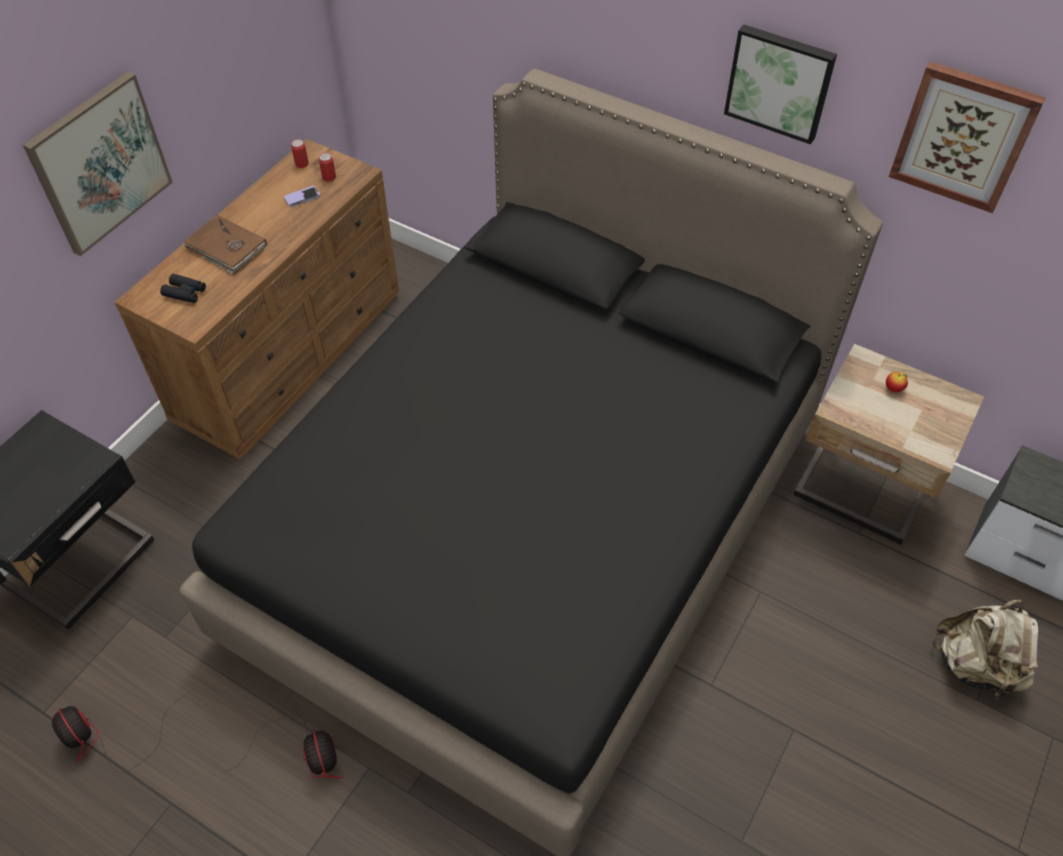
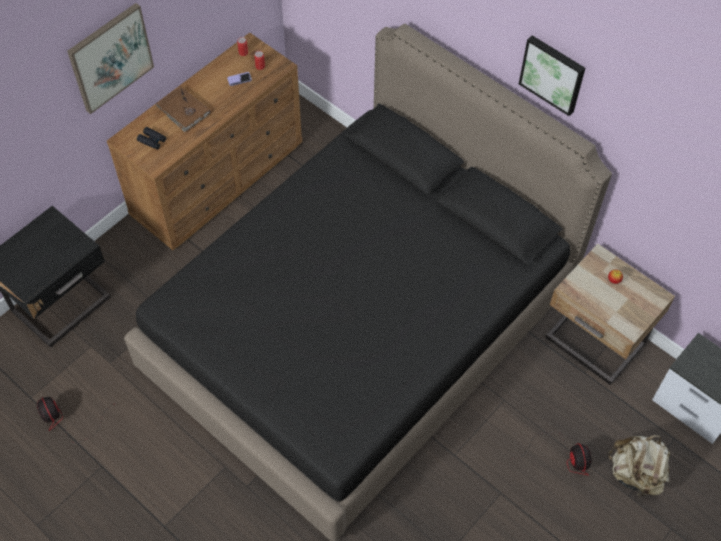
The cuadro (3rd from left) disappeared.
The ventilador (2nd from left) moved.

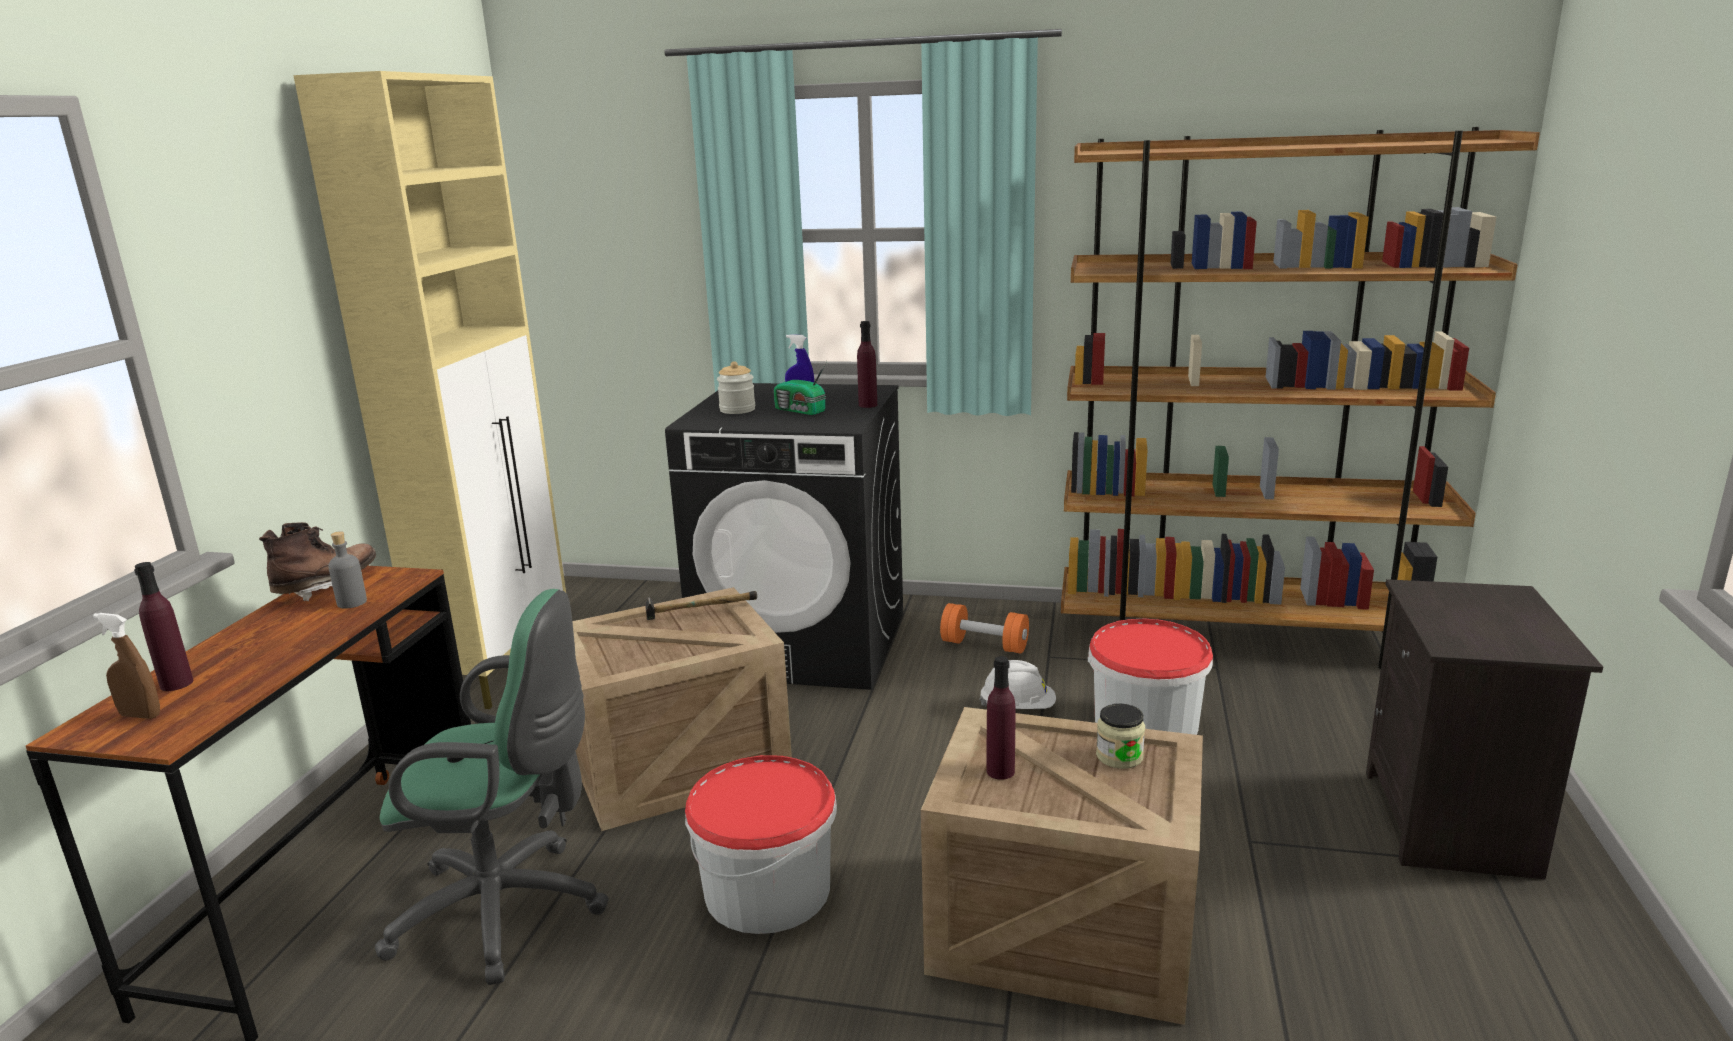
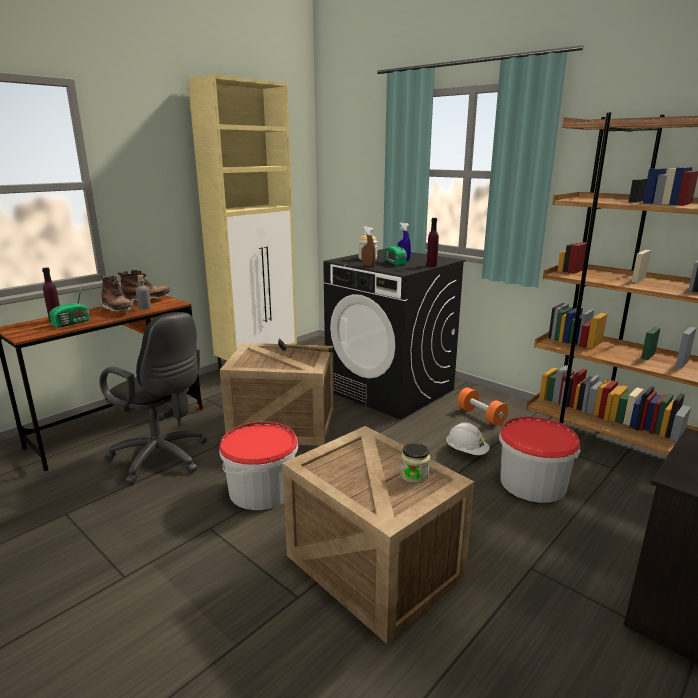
The botella (morado) (3rd from left) disappeared.
The radio (1st from left) appeared.
The bota (marrón) (1st from left) appeared.
The pulverizador (marrón) moved.
The silla de oficina (verde) became the silla de oficina (negro).

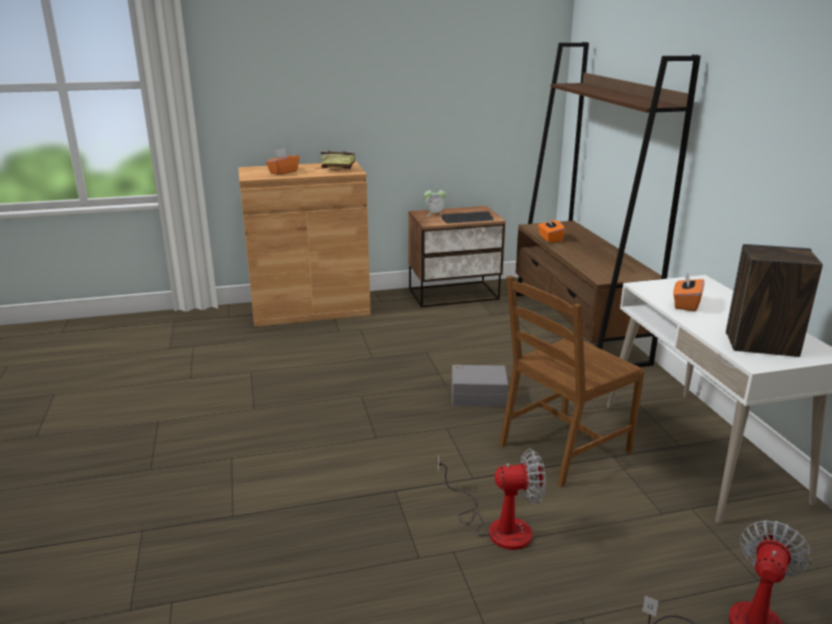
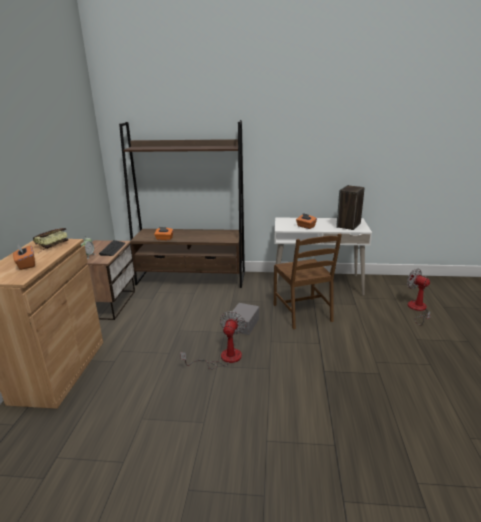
The ventilador (1st from left) moved.

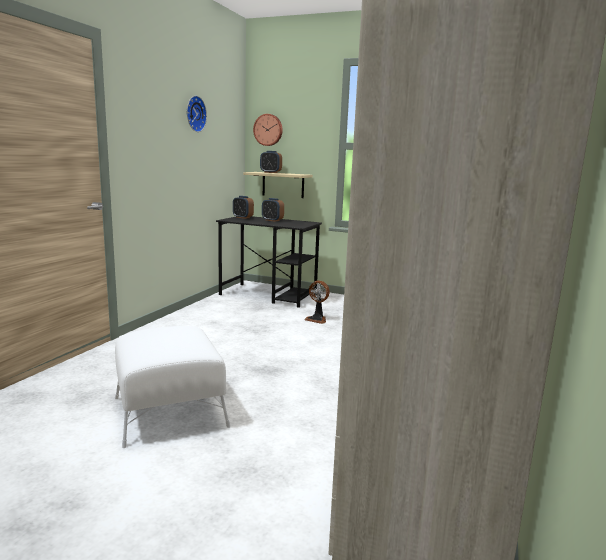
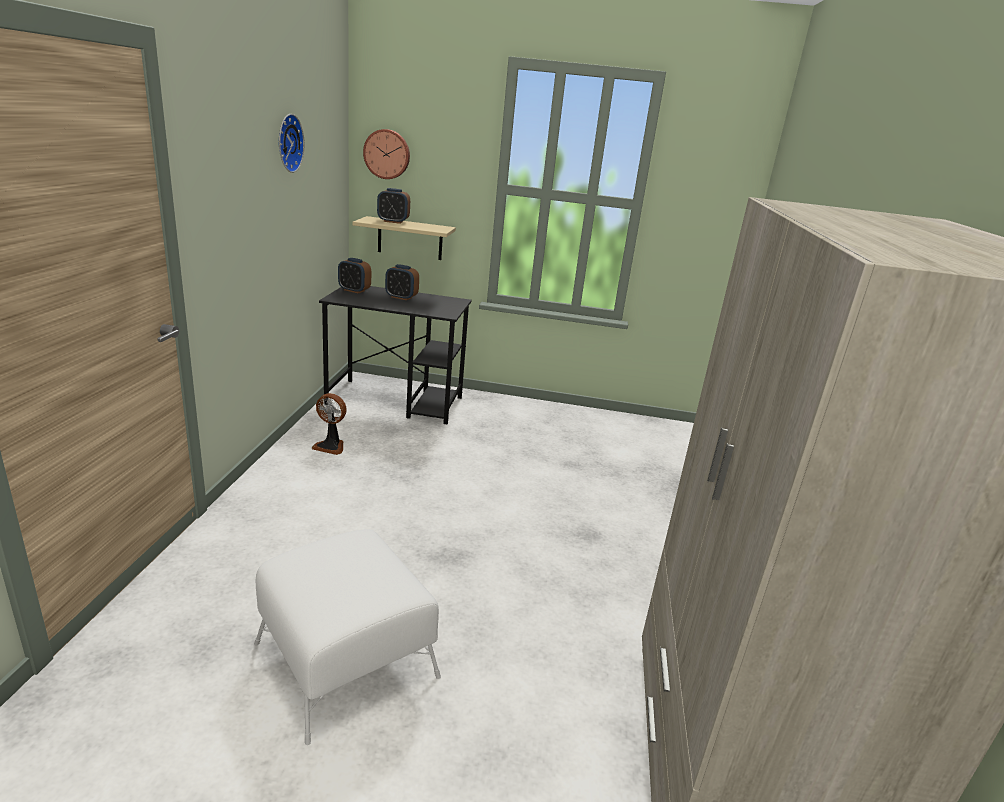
The ventilador moved.

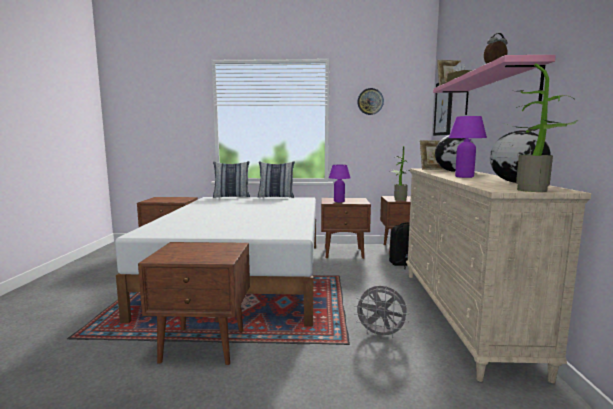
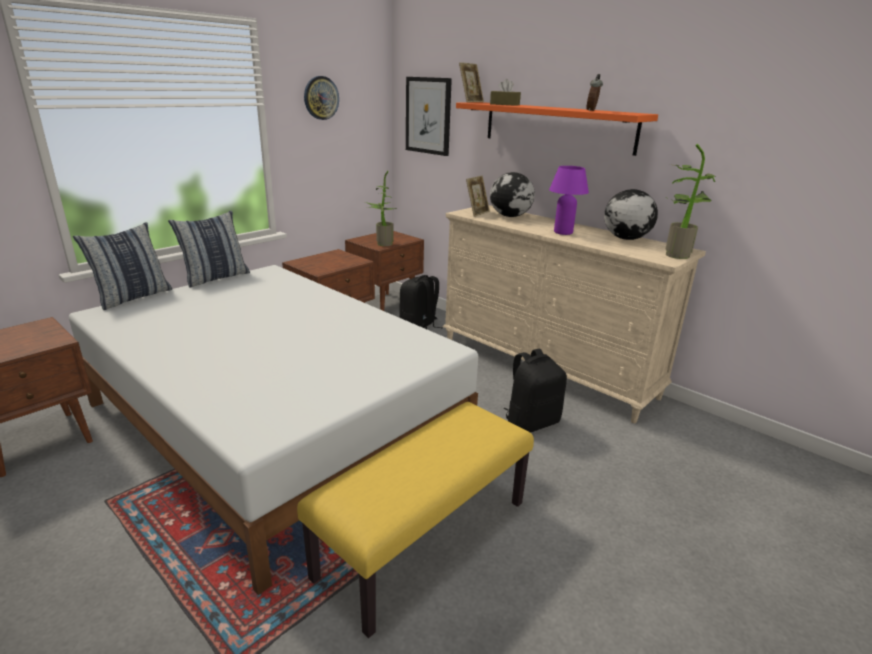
The lámpara de mesa (morado) (1st from left) disappeared.
The mesita de noche (marrón) (2nd from left) was replaced by the banco (amarillo).
The ventilador (gris) was replaced by the mochila (negro) (2nd from left).
The estante (rosa) became the estante (naranja).

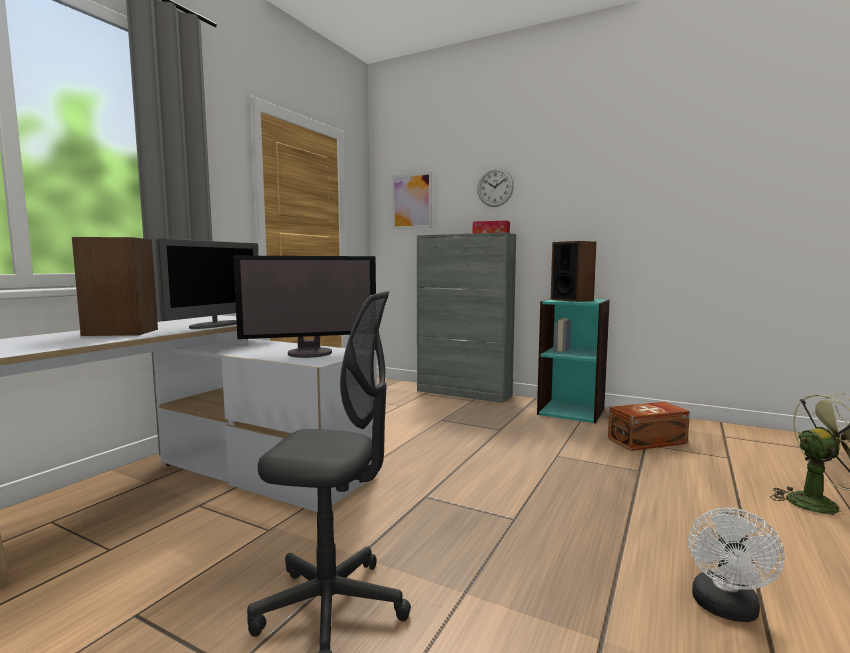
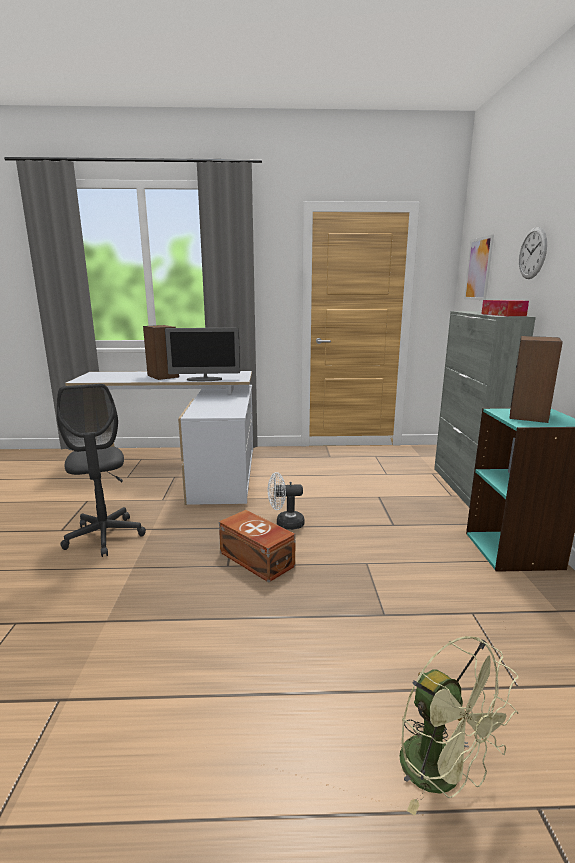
The monitor (2nd from left) disappeared.
The caja de almacenaje (marrón) moved.
The ventilador (blanco) moved.

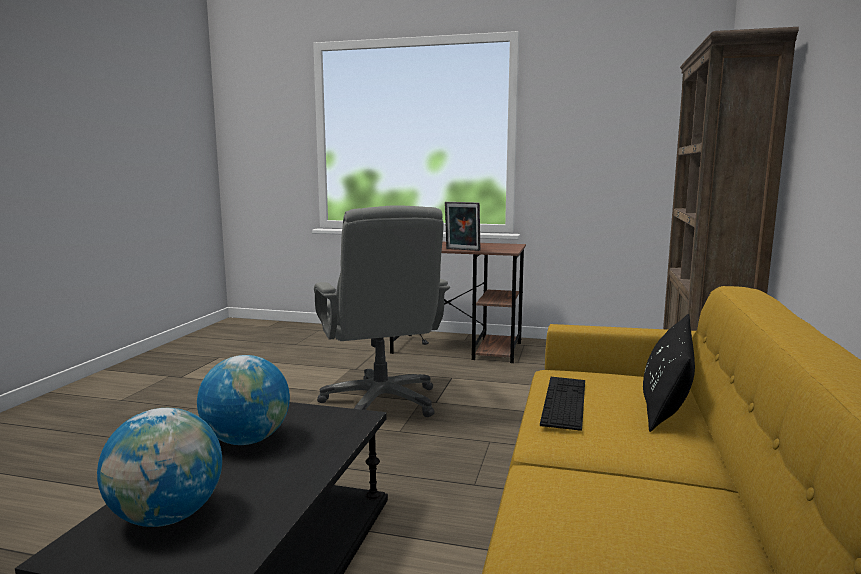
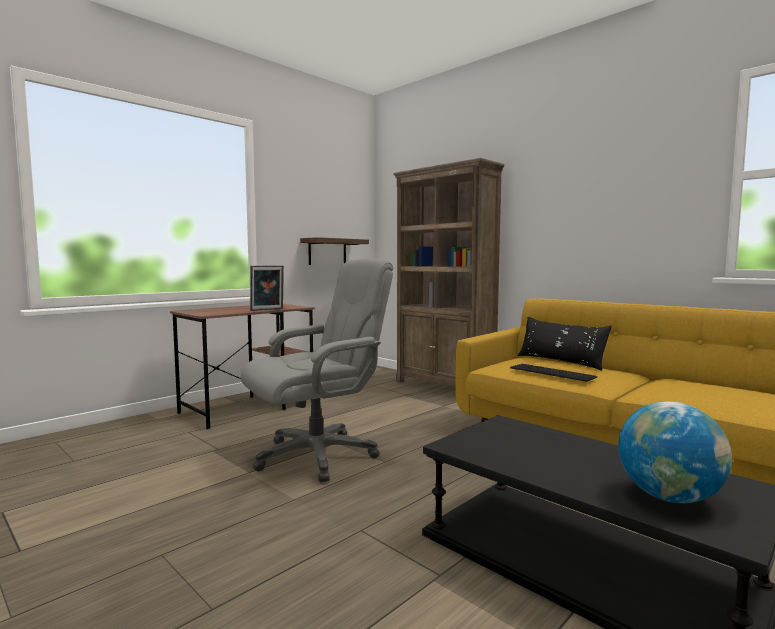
The globo terráqueo (2nd from left) disappeared.
The estante appeared.
The silla de oficina (gris) turned 45 degrees counterclockwise.

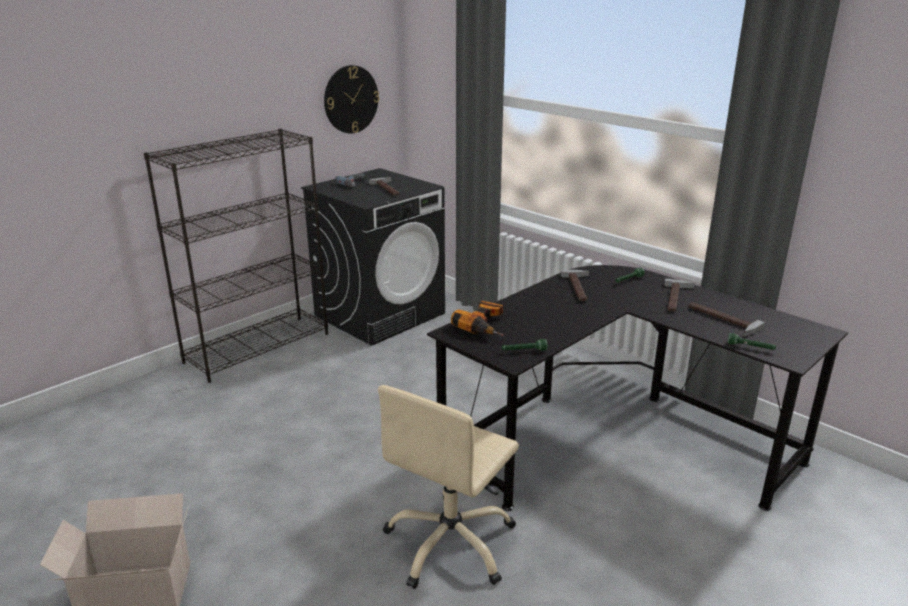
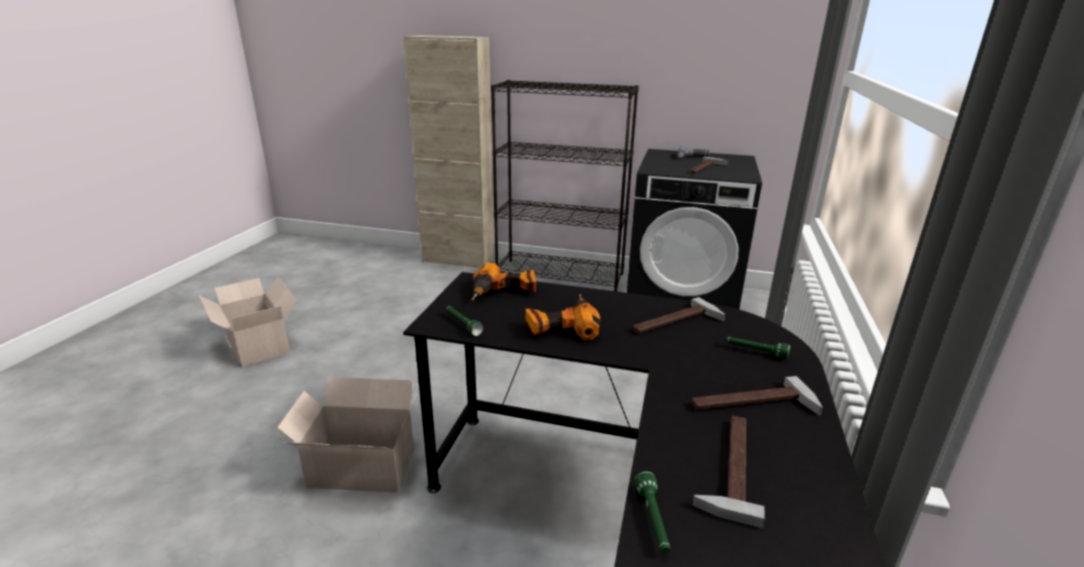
The reloj de pared disappeared.
The armario (beis) appeared.
The taladro (2nd from left) appeared.
The silla de oficina (beis) was replaced by the caja de cartón (2nd from left).

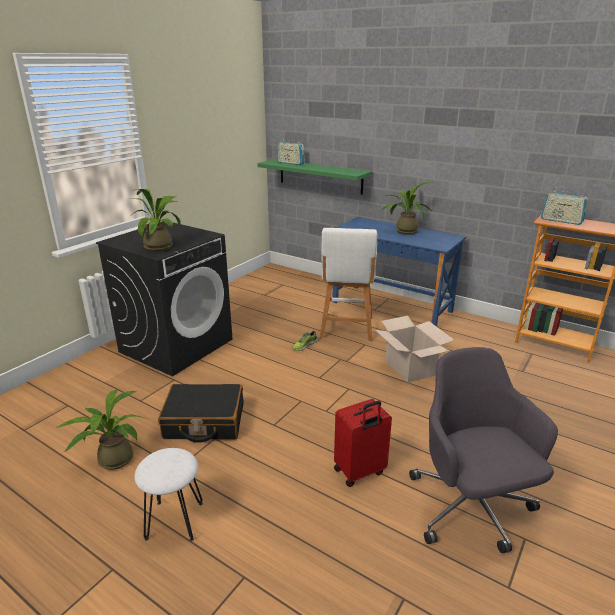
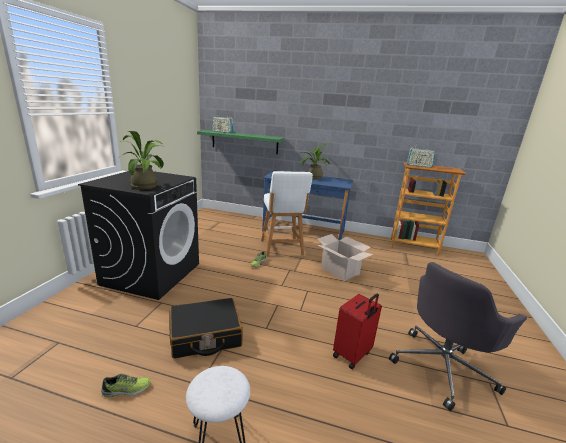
The planta en maceta (1st from left) was replaced by the zapato (1st from left).
The silla de oficina (gris) turned 90 degrees counterclockwise.

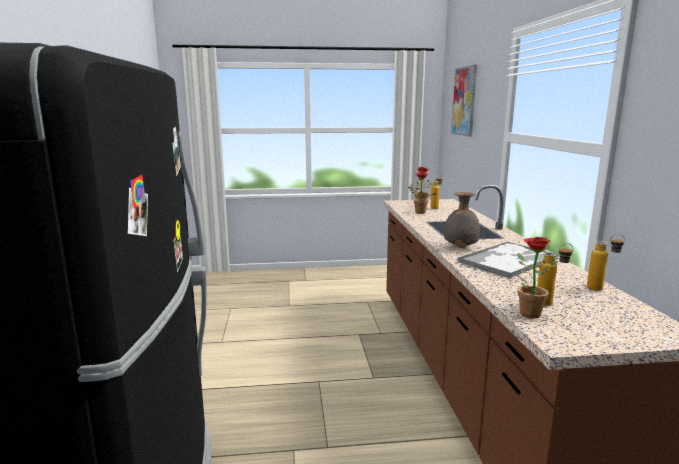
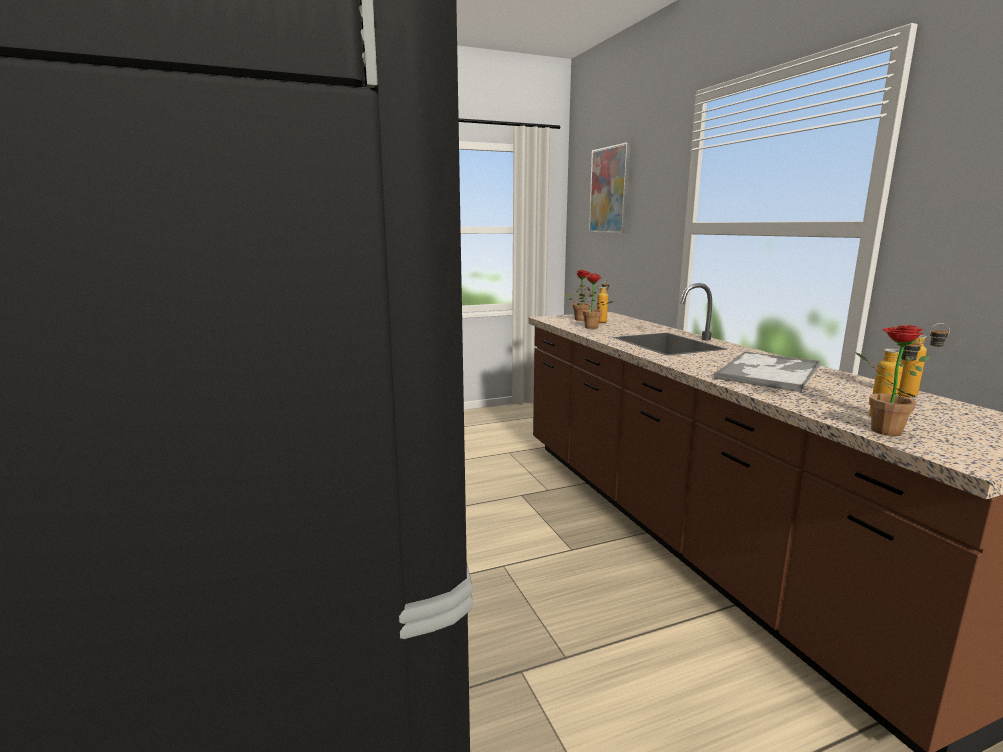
The florero (gris) disappeared.

